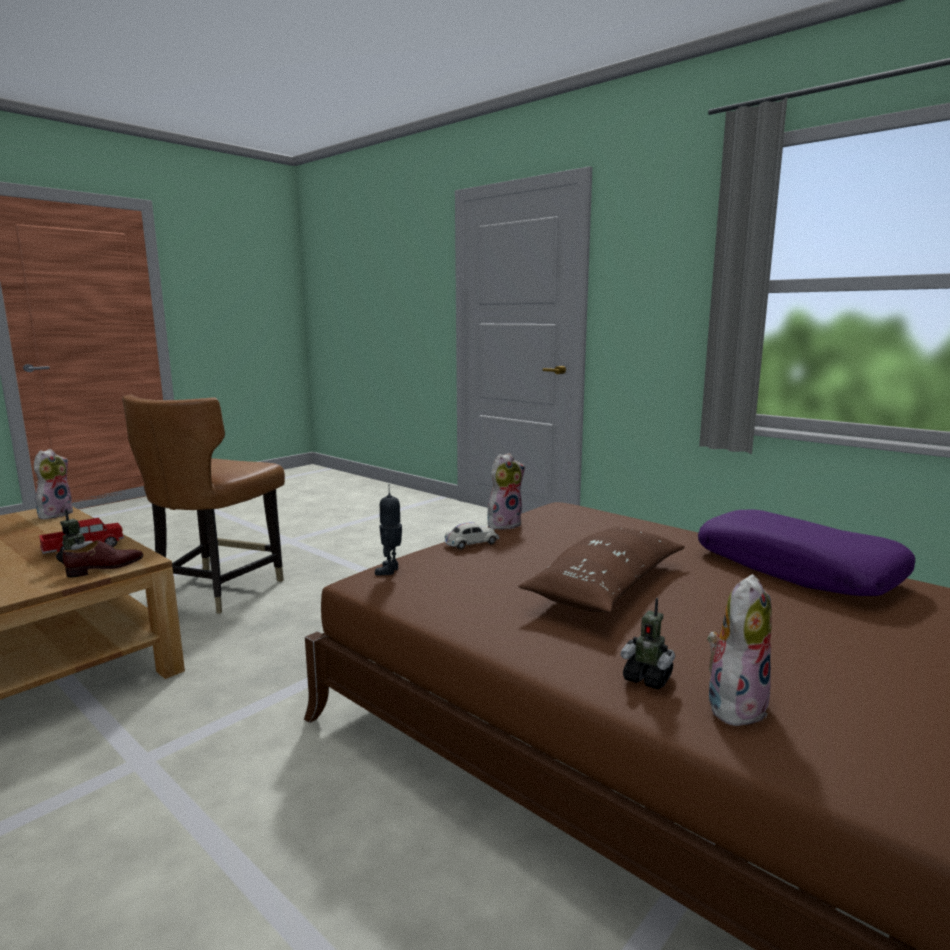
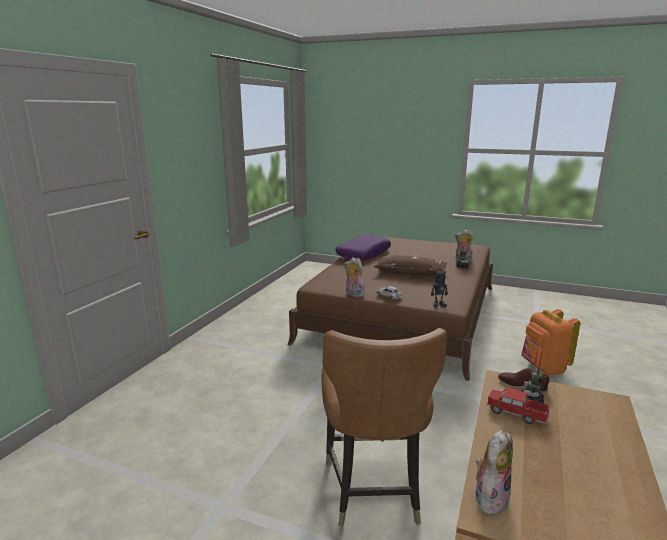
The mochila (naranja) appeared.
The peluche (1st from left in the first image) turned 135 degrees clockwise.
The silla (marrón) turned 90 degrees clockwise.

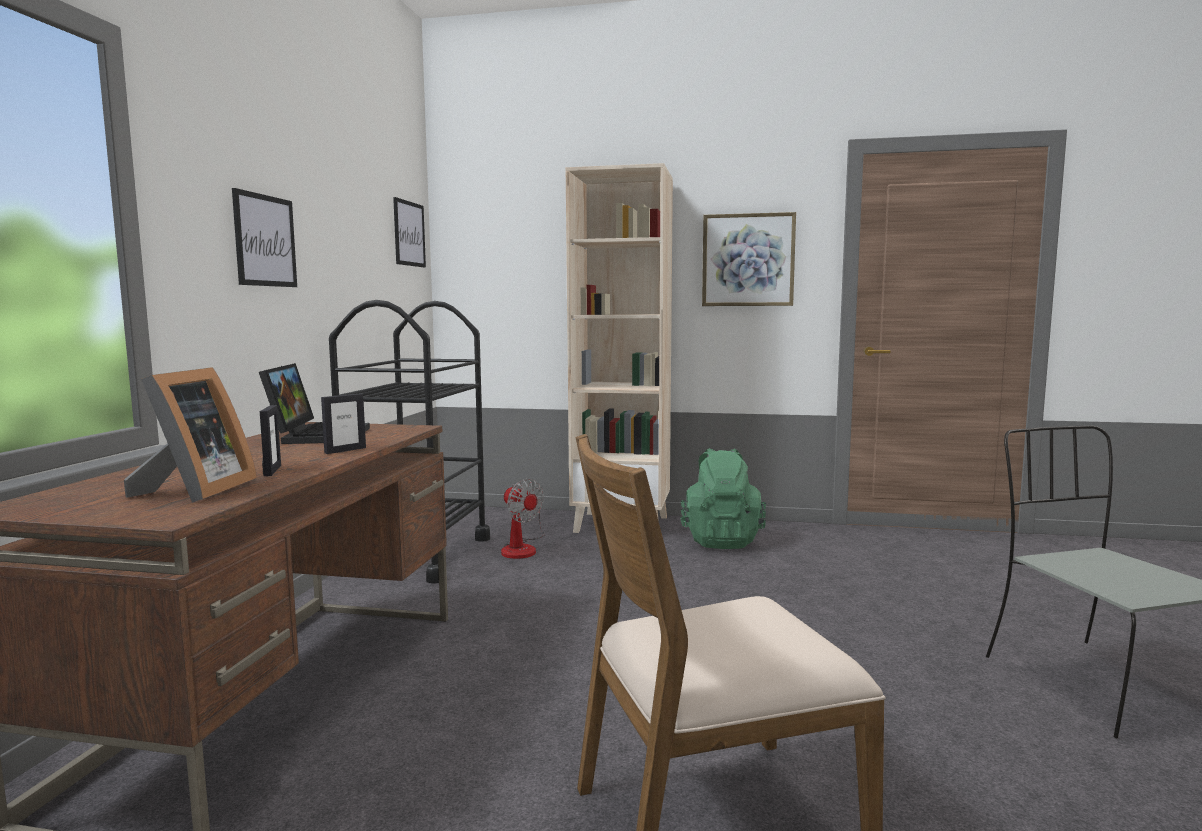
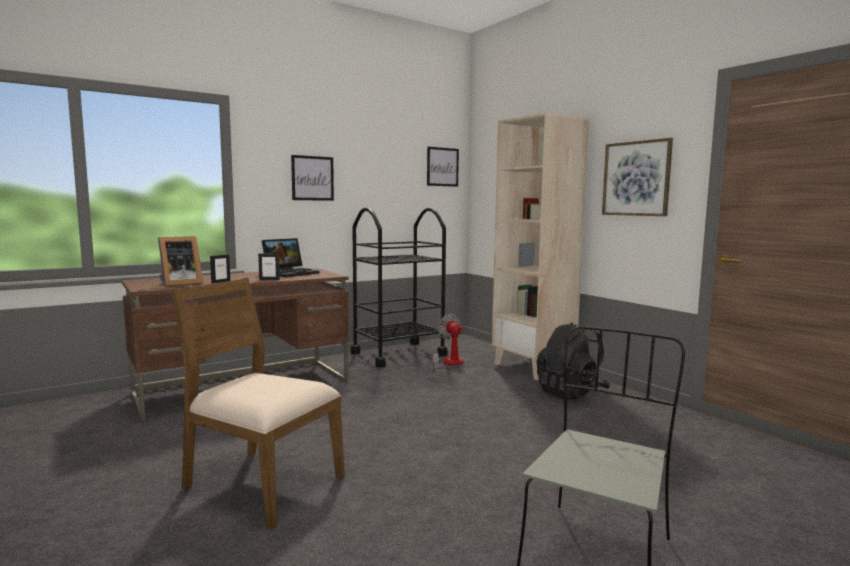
The mochila (verde) became the mochila (negro).
The ventilador turned 150 degrees clockwise.

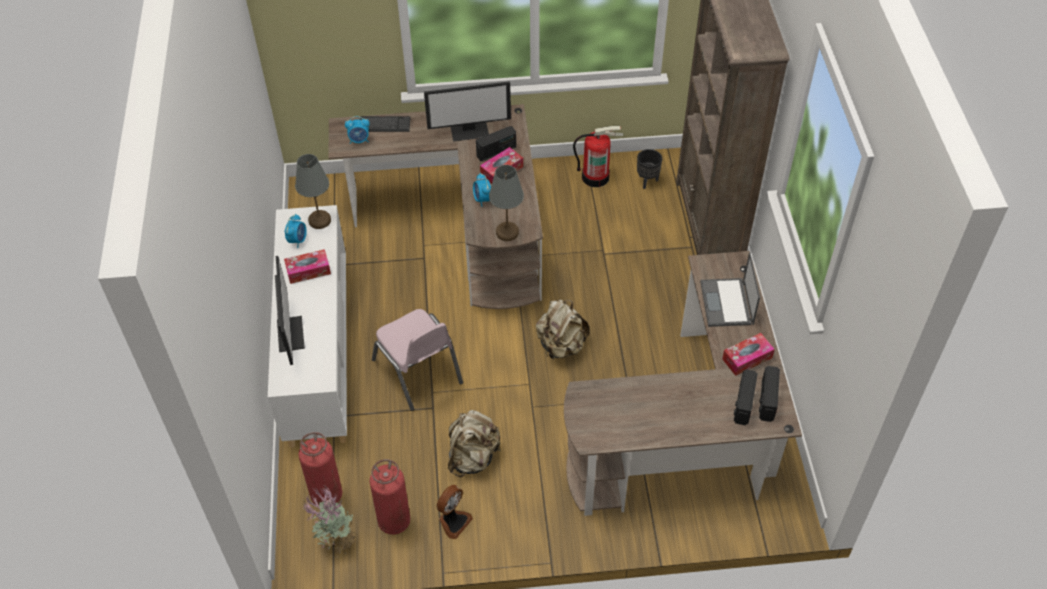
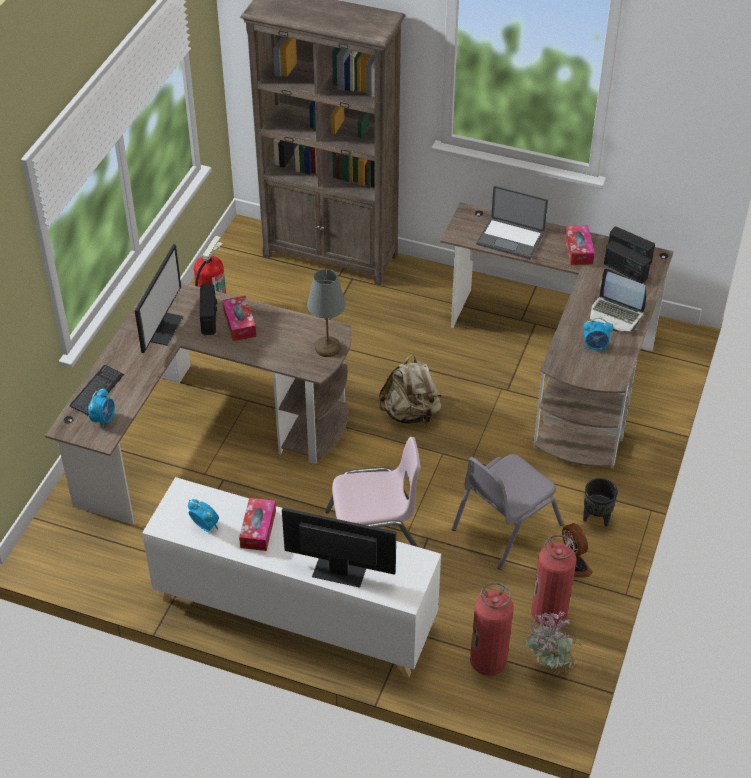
The lámpara de mesa (gris) (1st from left) disappeared.
The portátil (2nd from left) appeared.
The despertador (3rd from left) moved.
The maceta (negro) moved.
The mochila (beis) (1st from left) was replaced by the silla (gris).

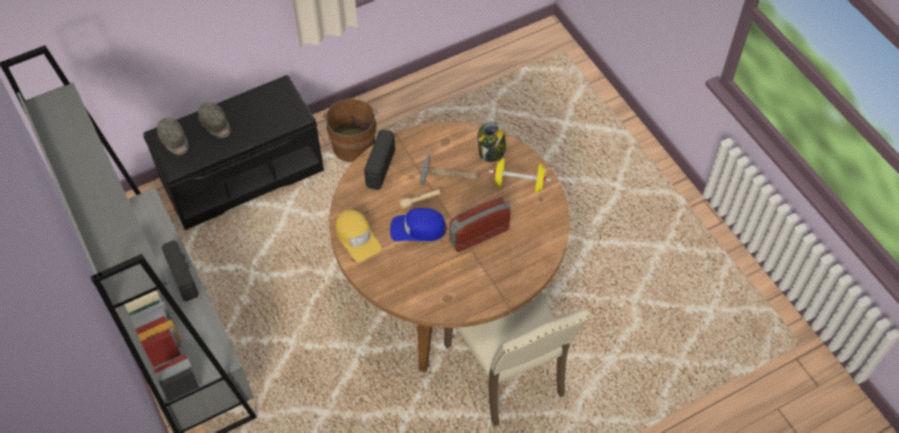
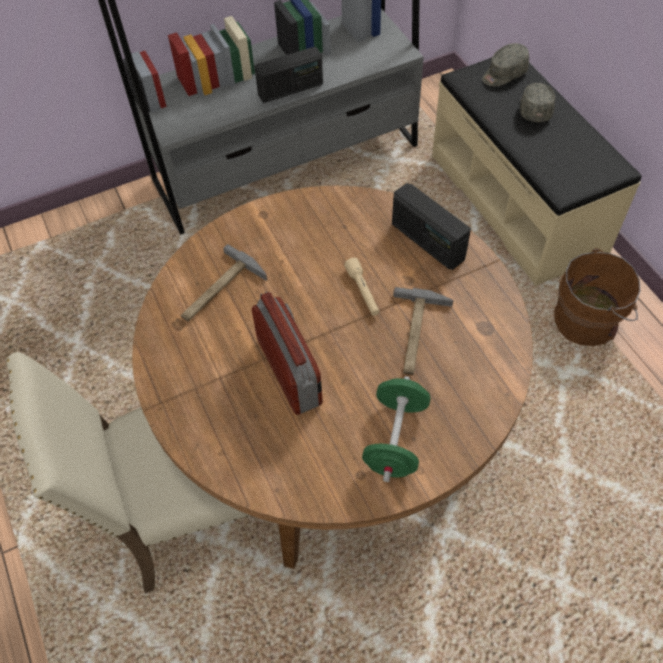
The gorra (amarillo) disappeared.
The gorra (azul) disappeared.
The tarro disappeared.
The martillo (1st from left) appeared.
The banco (negro) became the banco (beis).
The mancuerna (amarillo) became the mancuerna (verde).
The gorra (gris) (2nd from left) turned 135 degrees clockwise.
The radio (2nd from left in the first image) turned 150 degrees counterclockwise.

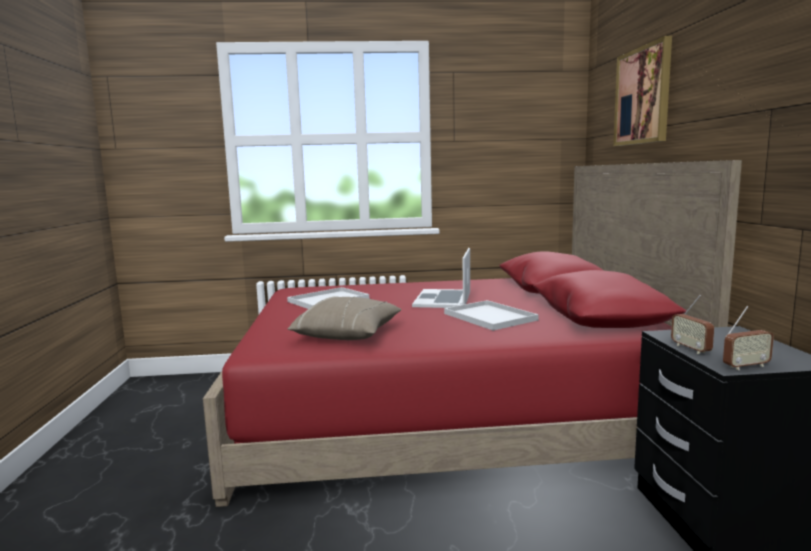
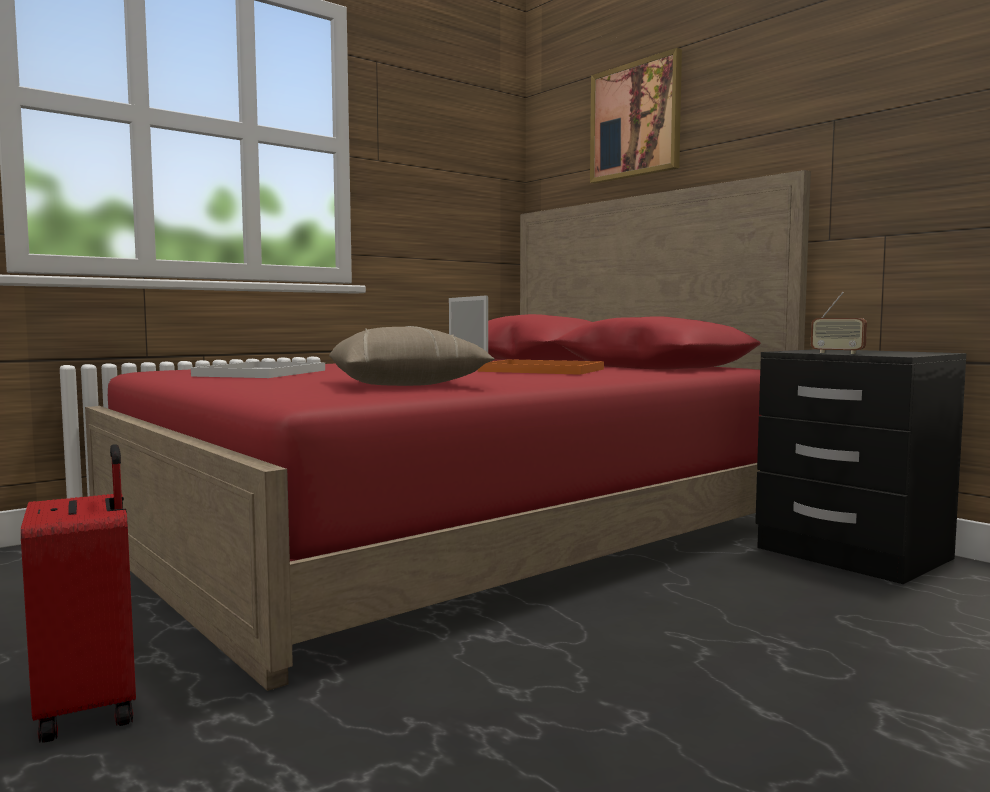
The radio (2nd from left) disappeared.
The maleta (rojo) appeared.
The bandeja (blanco) (2nd from left) became the bandeja (naranja).

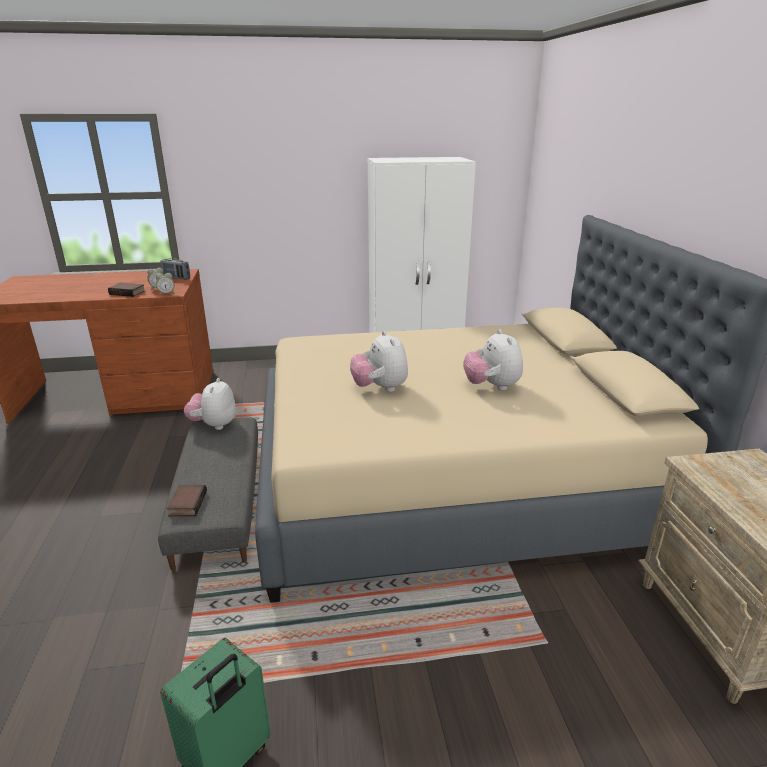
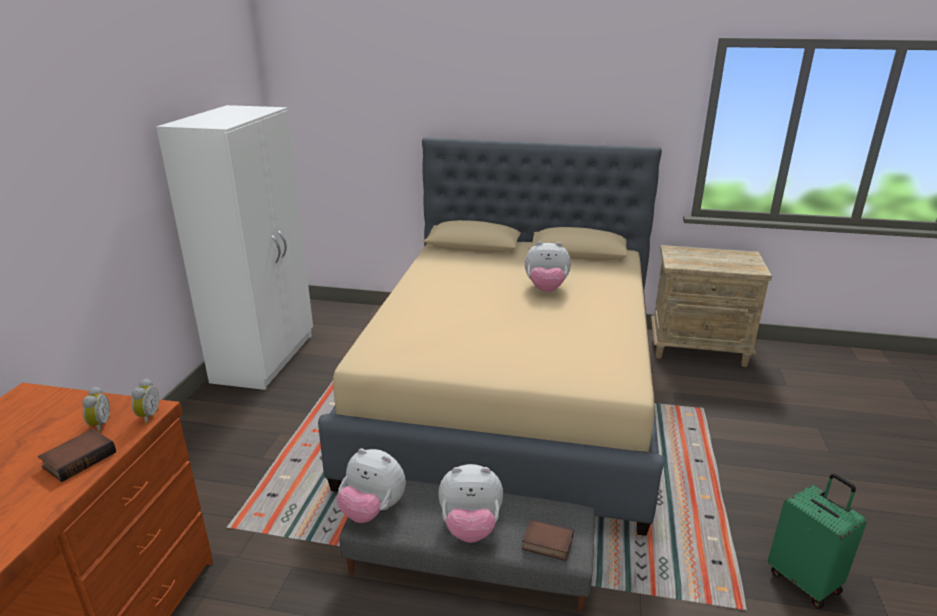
The radio disappeared.
The peluche (2nd from left) moved.

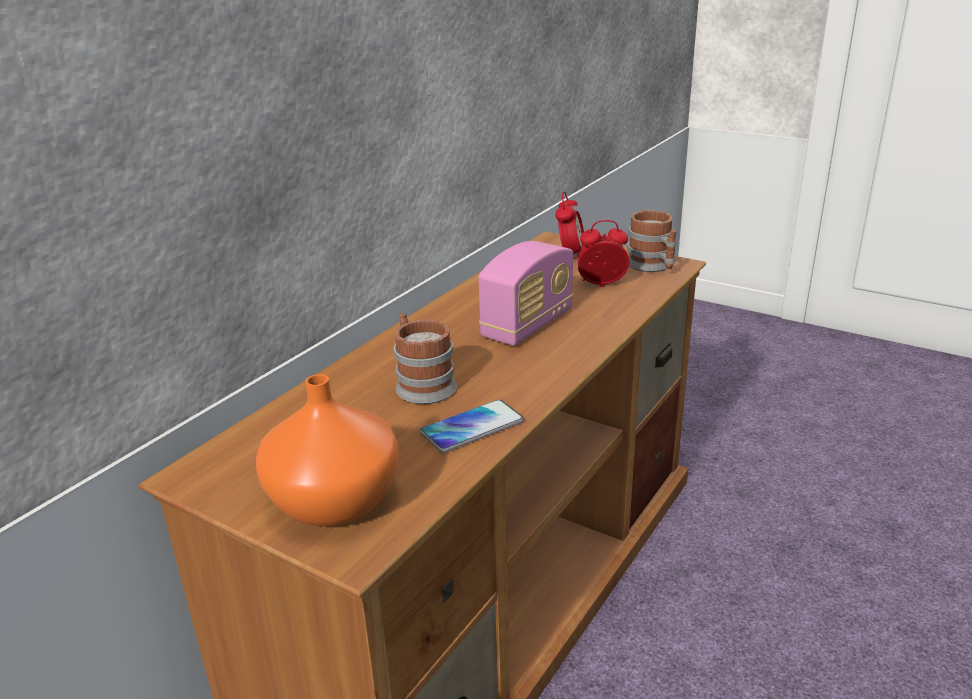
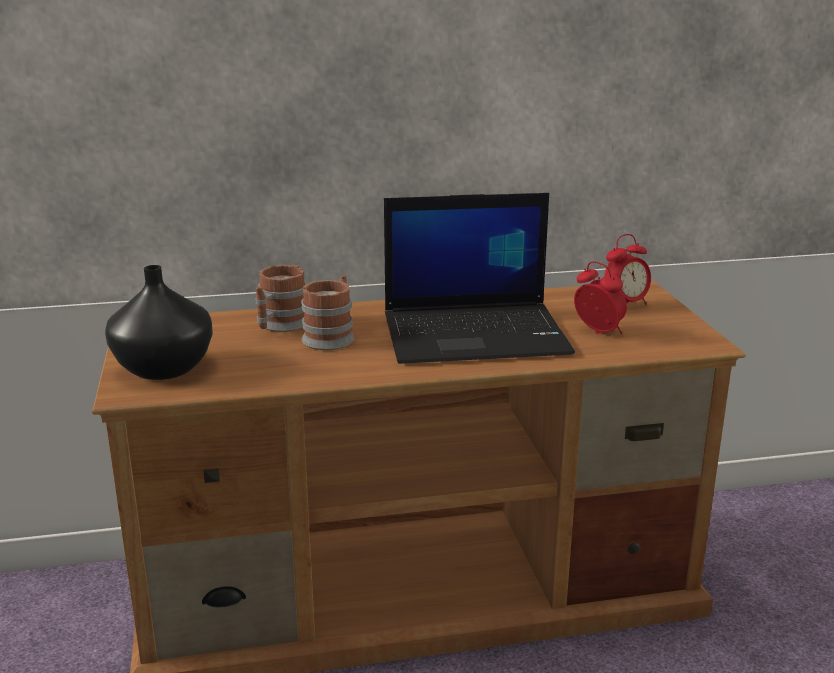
The móvil disappeared.
The taza grande (2nd from left in the first image) moved.
The radio was replaced by the portátil.
The florero (naranja) became the florero (negro).

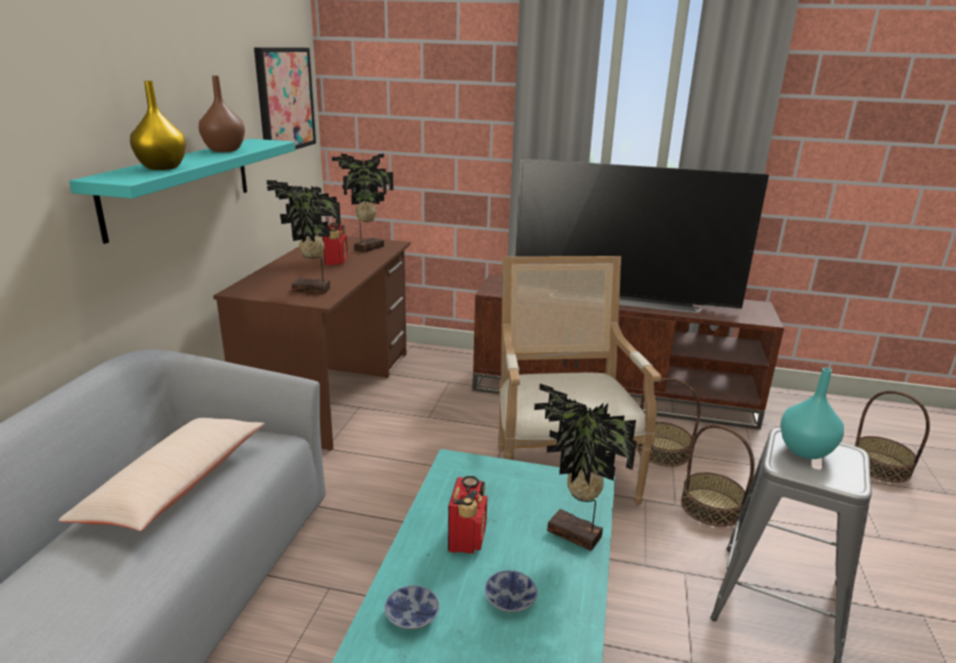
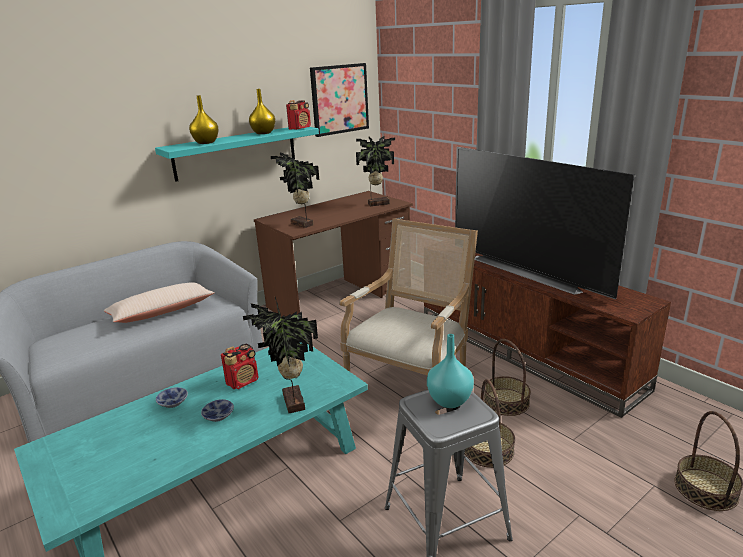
The radio (1st from left in the first image) moved.
The florero (marrón) became the florero (amarillo) (2nd from left).

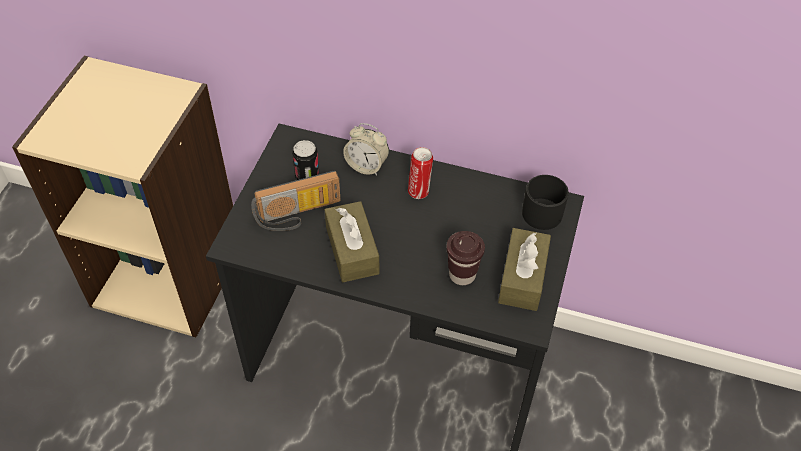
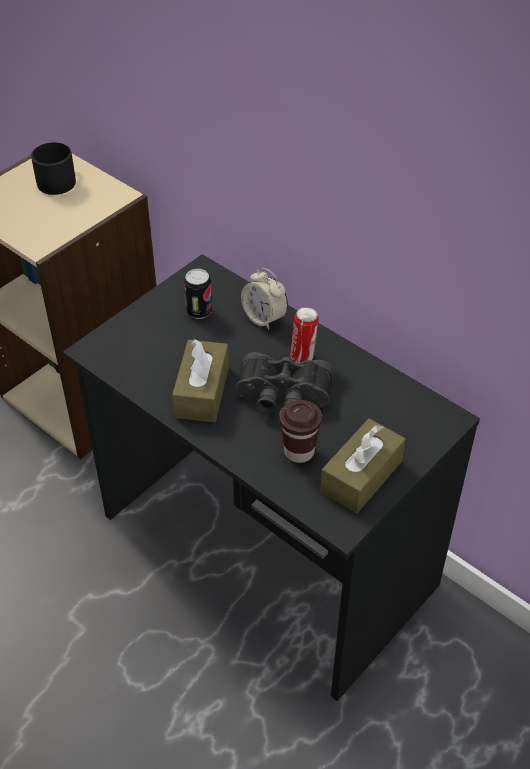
The radio disappeared.
The prismáticos (negro) appeared.
The taza grande (negro) moved.

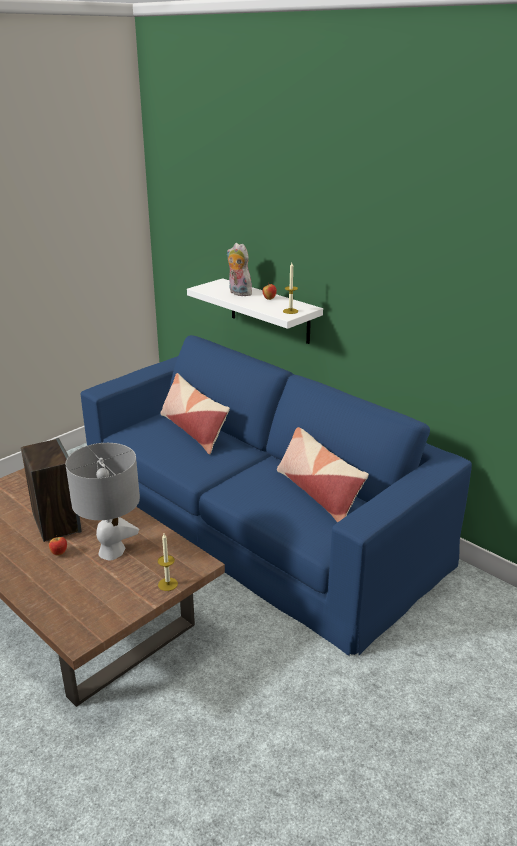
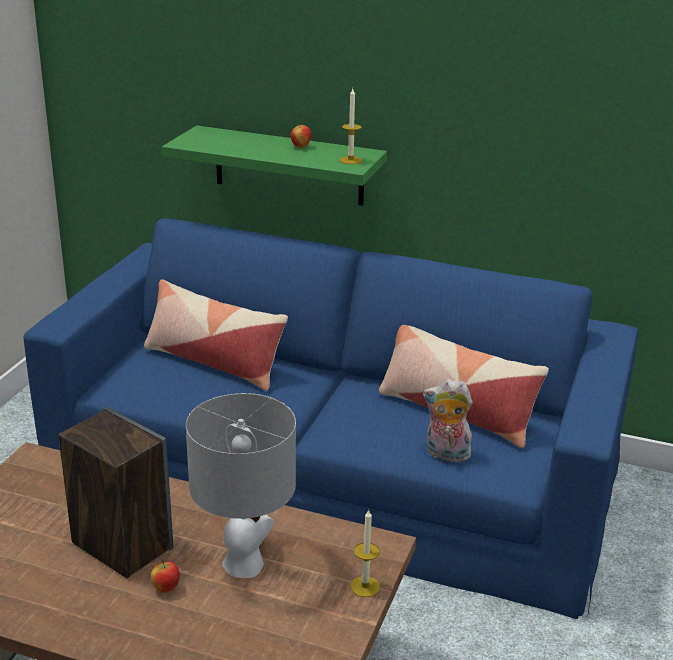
The peluche moved.
The estante (blanco) became the estante (verde).

